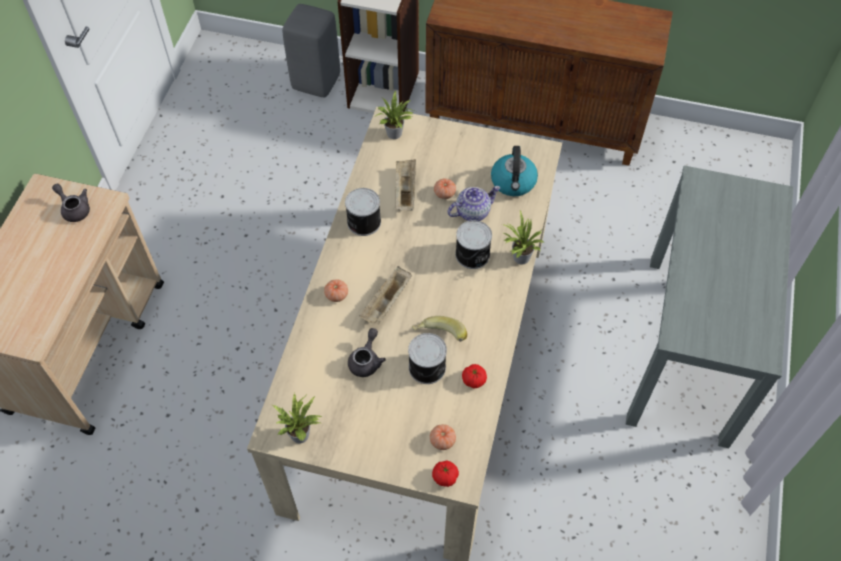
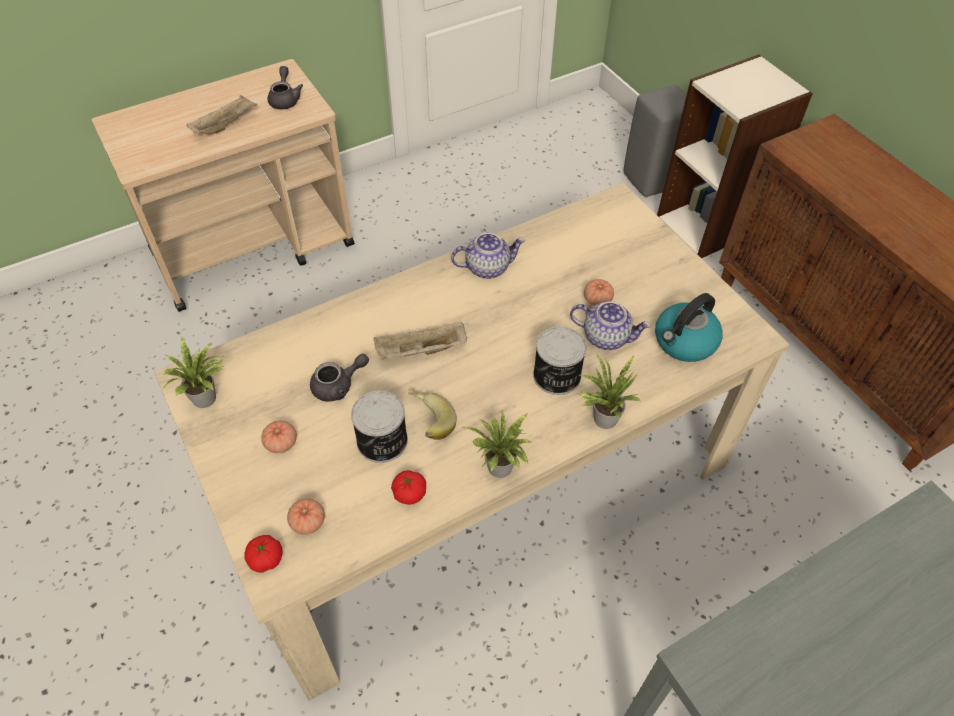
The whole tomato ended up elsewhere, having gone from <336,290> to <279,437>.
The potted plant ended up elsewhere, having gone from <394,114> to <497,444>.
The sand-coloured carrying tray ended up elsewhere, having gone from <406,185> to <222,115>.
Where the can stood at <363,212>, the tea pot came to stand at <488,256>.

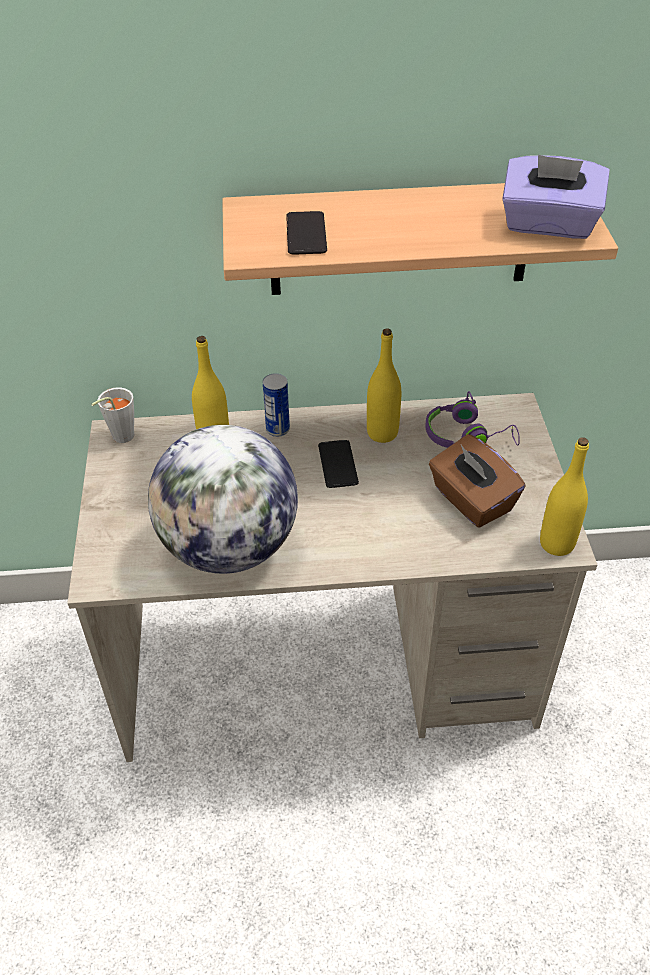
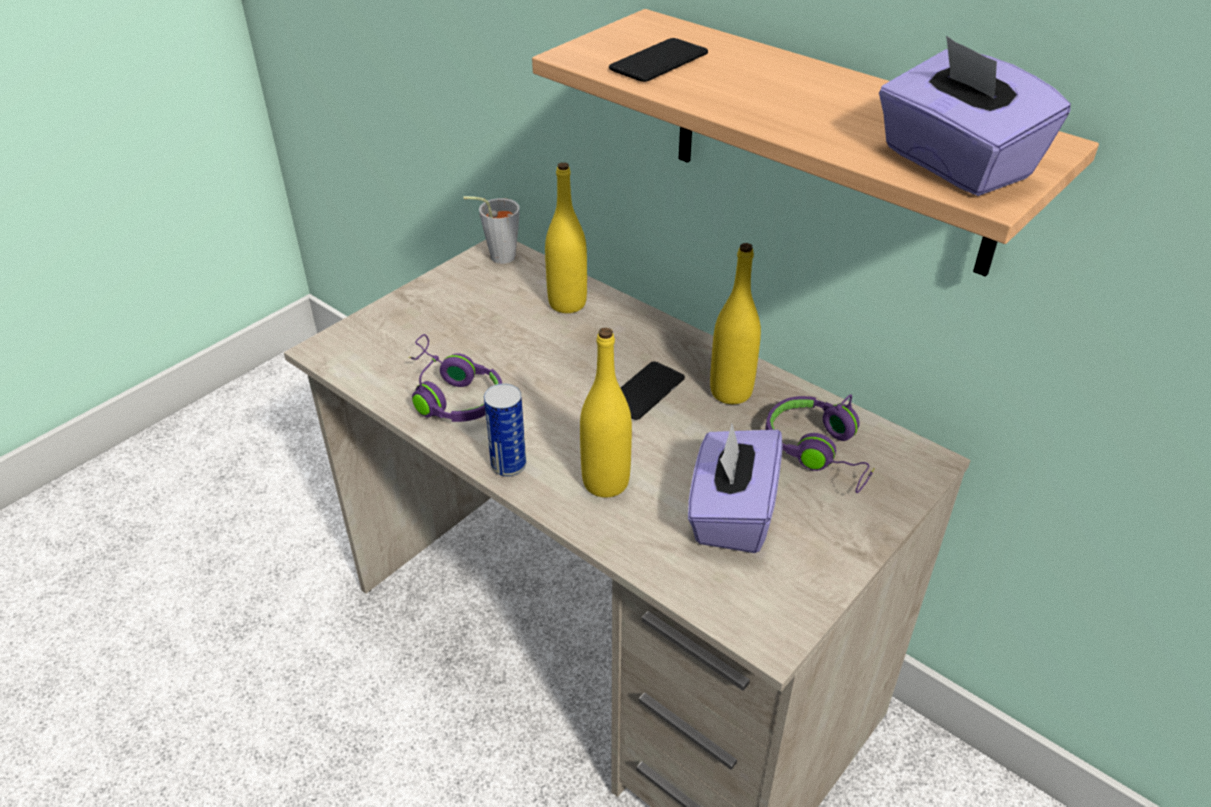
The can ended up elsewhere, having gone from <276,405> to <505,430>.
The yellow-coloured drink bottle ended up elsewhere, having gone from <564,496> to <606,413>.
Where the world globe stood at <223,499>, the purplish headphones came to stand at <455,378>.
What was the brown-coloured box of tissues at <477,481> turned into the purplish box of tissues at <735,488>.

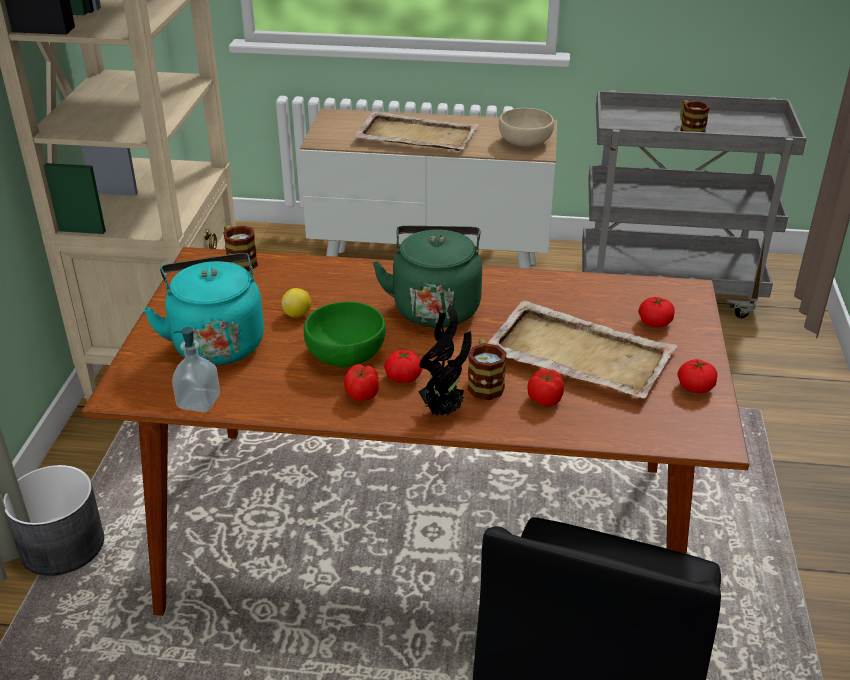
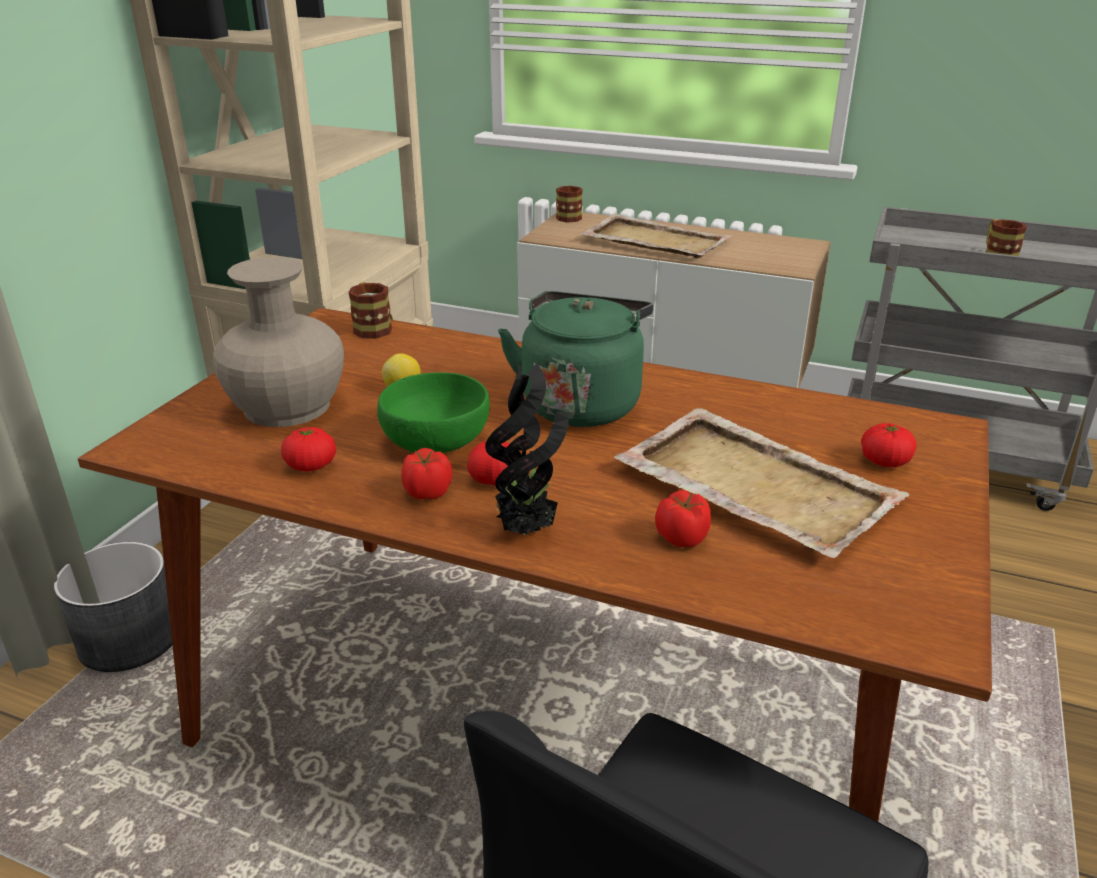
The second view lost the soap dispenser at <196,370>.
The second view lost the sand-coloured deep dish at <526,127>.
The coffee mug ended up elsewhere, having gone from <487,369> to <569,204>.
The whole tomato ended up elsewhere, having gone from <697,376> to <308,449>.
Where the turquoise-coloured tea kettle stood at <203,309>, the sand-coloured flower vase came to stand at <278,342>.

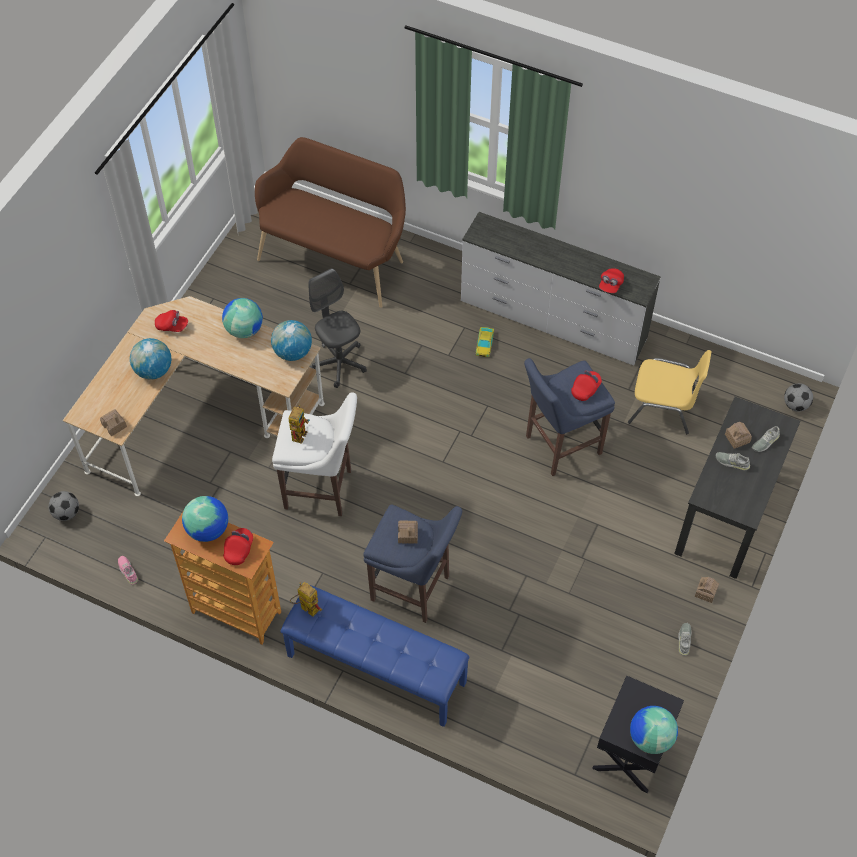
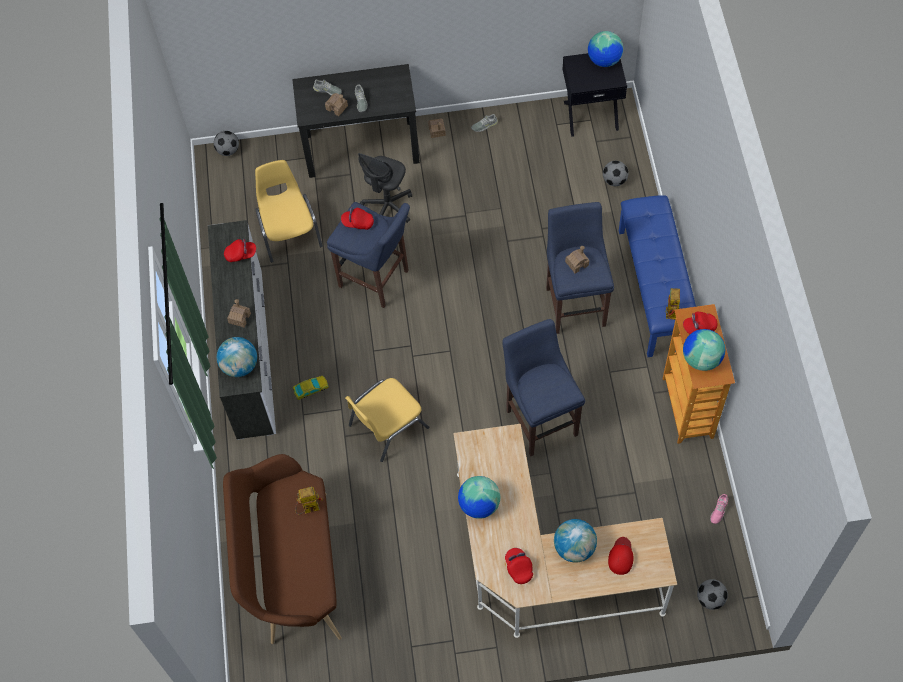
The second view gained the yellow-coloured plain chair at <387,420>.
The second view gained the football at <615,173>.
The second view gained the red baseball cap at <621,556>.
The toy house ended up elsewhere, having gone from <113,422> to <239,313>.
The world globe ended up elsewhere, having gone from <291,340> to <237,357>.
The model robot ended up elsewhere, having gone from <299,424> to <309,501>.
The grey computer chair ended up elsewhere, having gone from <337,328> to <385,188>.
What was the white sitting stool at <314,454> turned into the blue sitting stool at <543,387>.

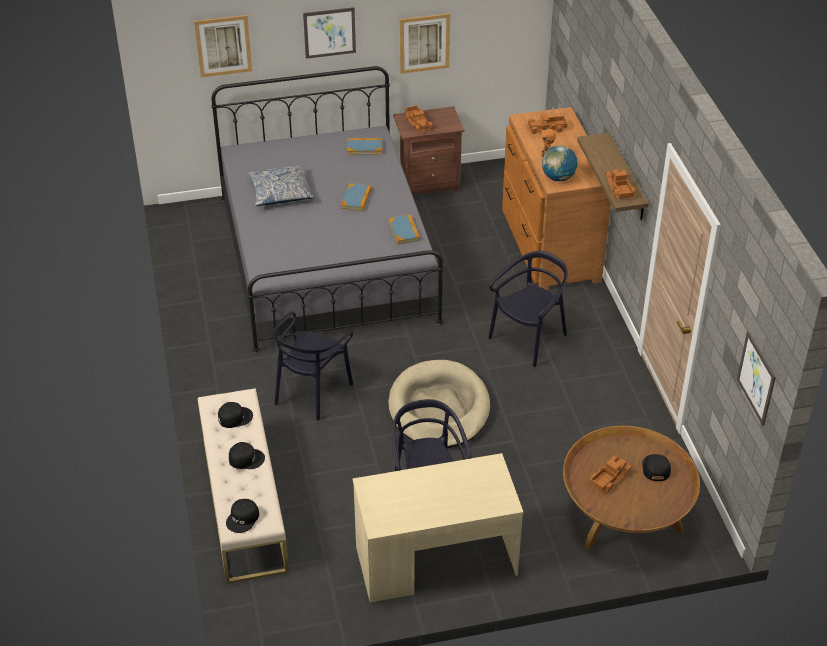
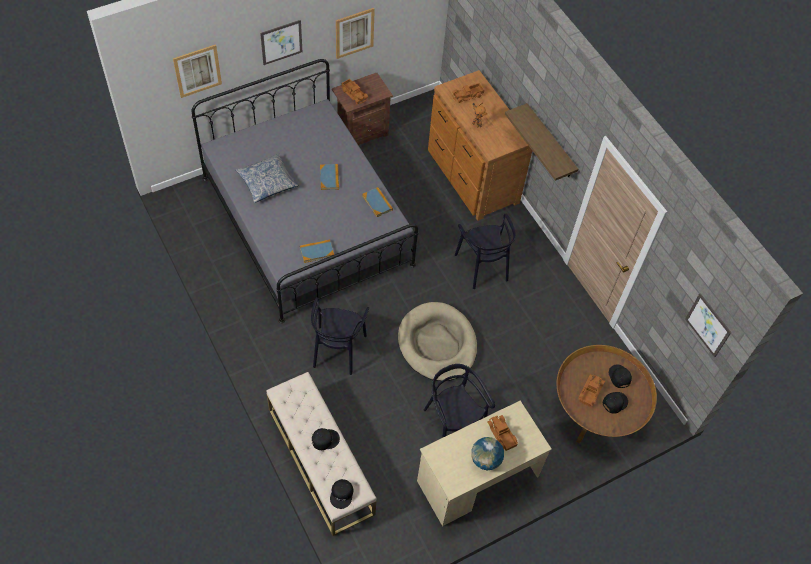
The black baseball cap ended up elsewhere, having gone from <235,415> to <615,403>.
The volume ended up elsewhere, having gone from <364,146> to <317,251>.
The world globe ended up elsewhere, having gone from <559,163> to <487,453>.
The model truck ended up elsewhere, having gone from <620,184> to <503,433>.
The black plain chair at <528,309> ended up facing another way, 135 degrees clockwise from before.

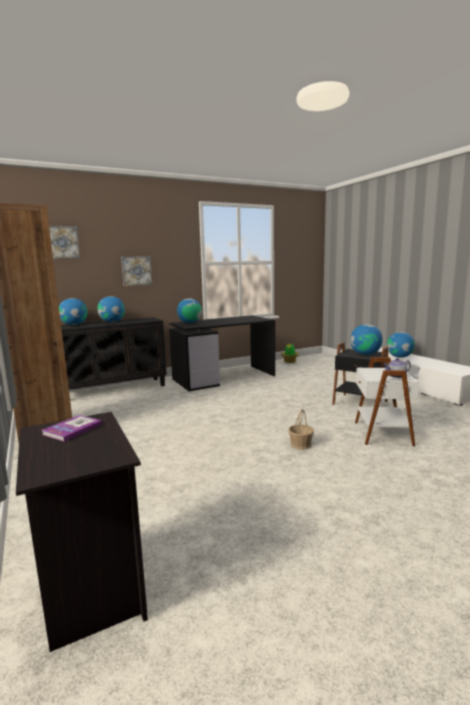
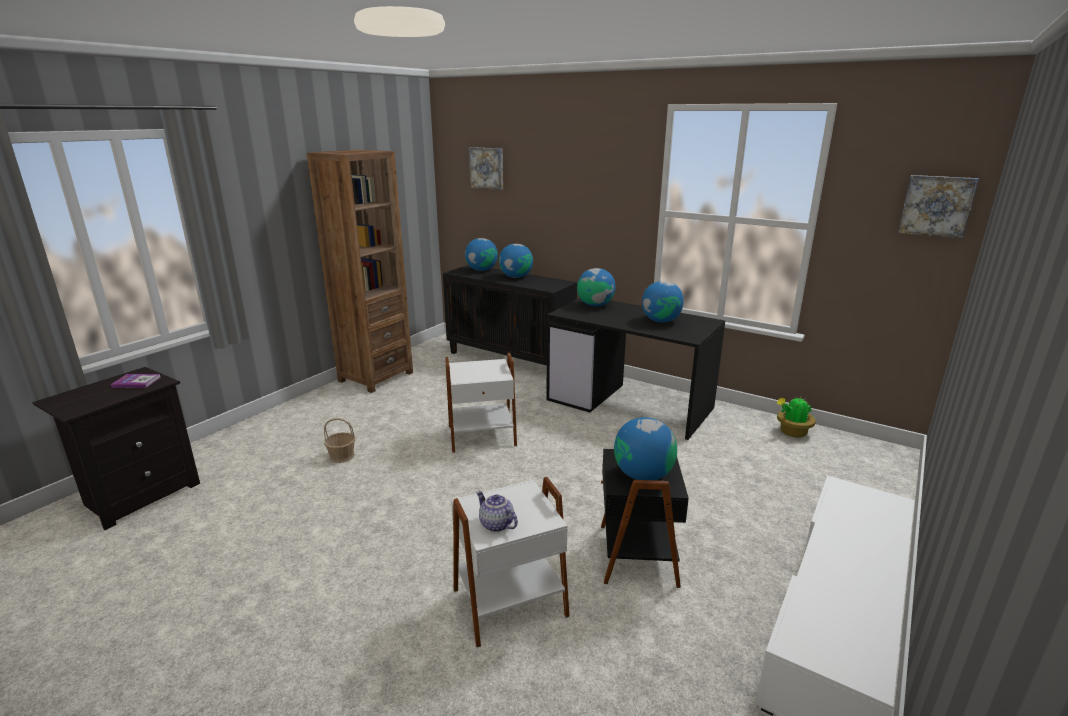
The second view gained the white accent table at <481,403>.
The wall picture ended up elsewhere, having gone from <136,271> to <938,207>.
The basket ended up elsewhere, having gone from <301,429> to <339,440>.
The world globe ended up elsewhere, having gone from <401,345> to <663,301>.

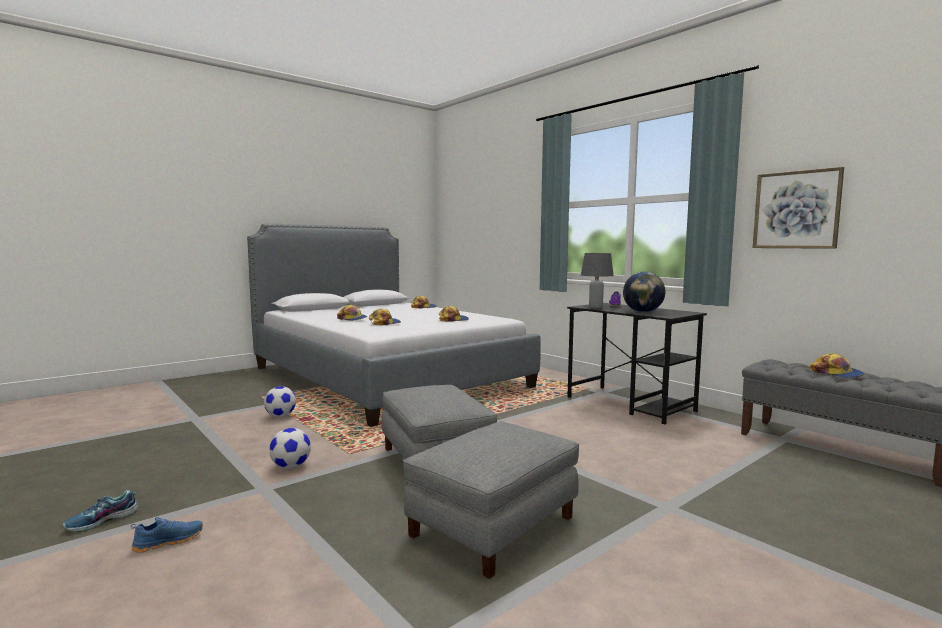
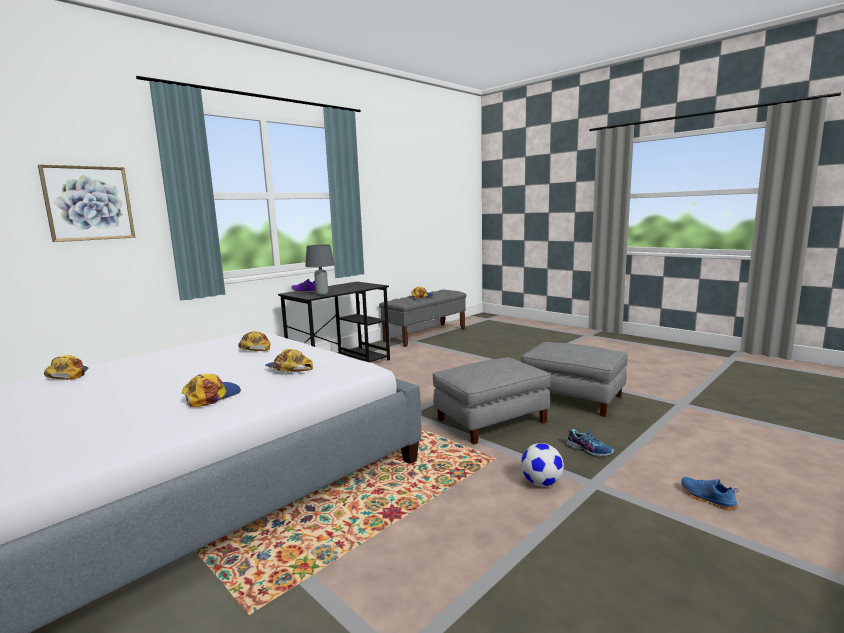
The second view lost the football at <280,401>.
The second view lost the world globe at <644,292>.
The shoe ended up elsewhere, having gone from <100,511> to <590,443>.
The wall picture ended up elsewhere, having gone from <798,208> to <86,203>.

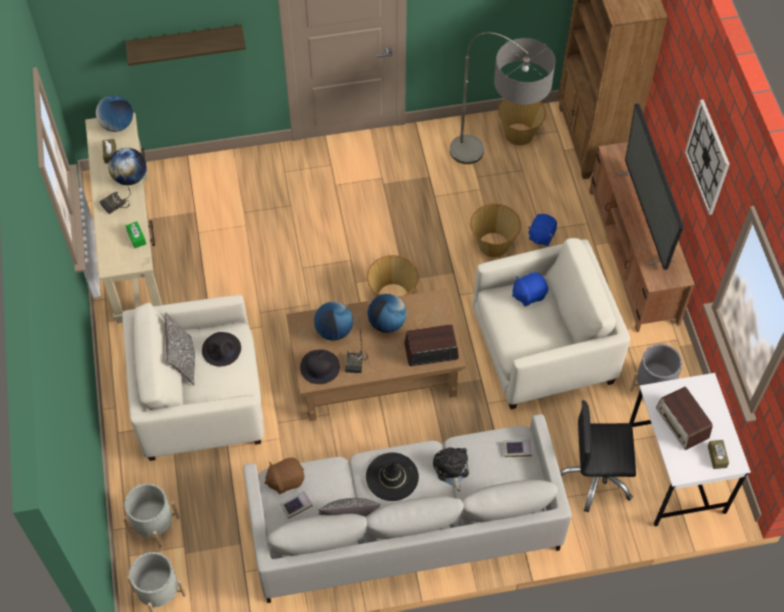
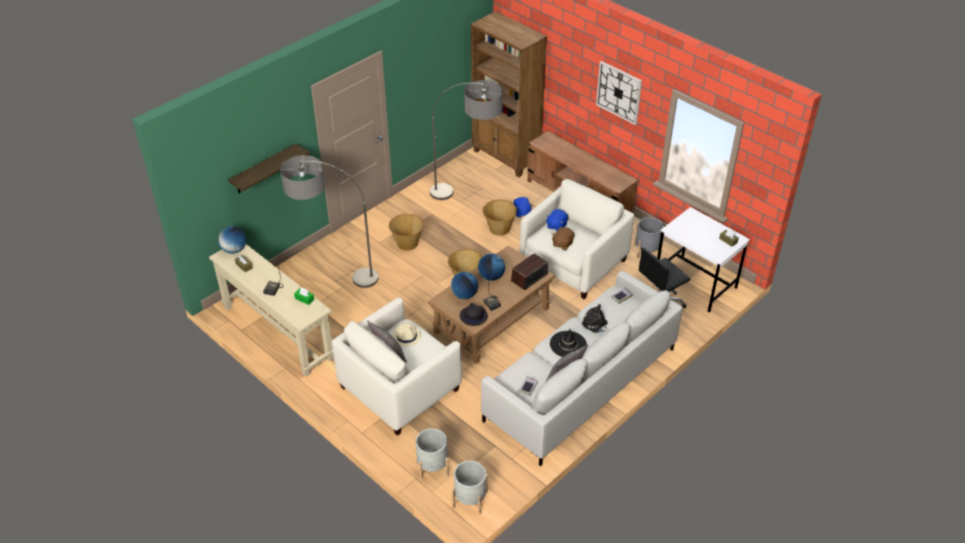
The second view lost the world globe at <127,166>.
The second view lost the TV at <650,186>.
The second view lost the radio receiver at <684,418>.
The second view gained the floor lamp at <329,221>.
The brown-coloured cuddly toy ended up elsewhere, having gone from <284,476> to <563,238>.
The basket ended up elsewhere, having gone from <522,122> to <406,232>.
What was the black clothing hat at <221,349> turned into the sand-coloured clothing hat at <406,334>.

